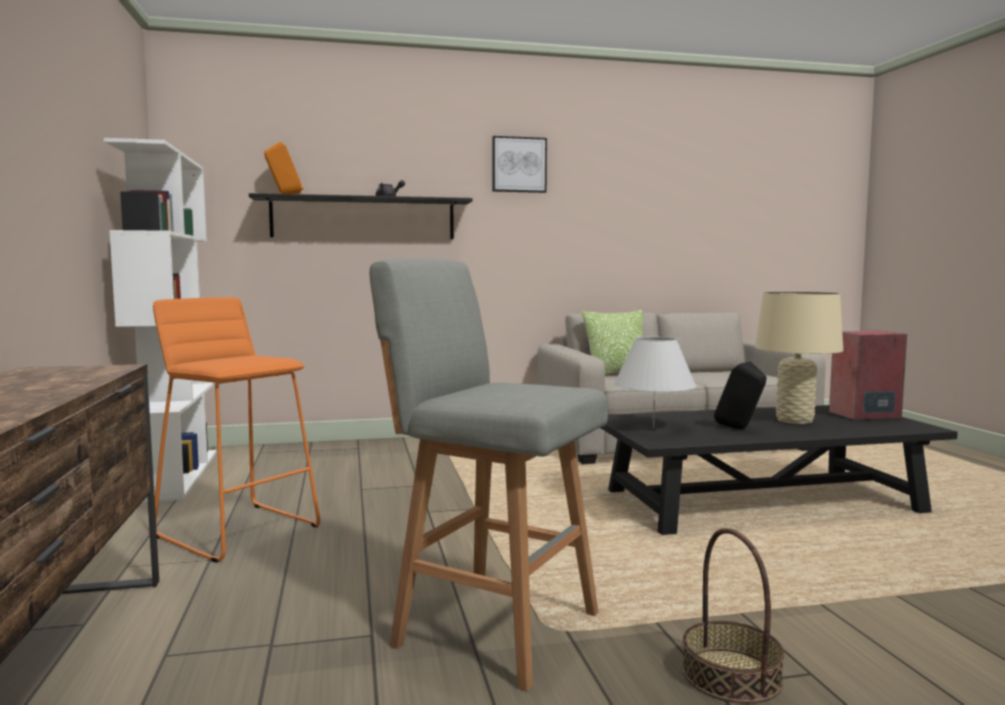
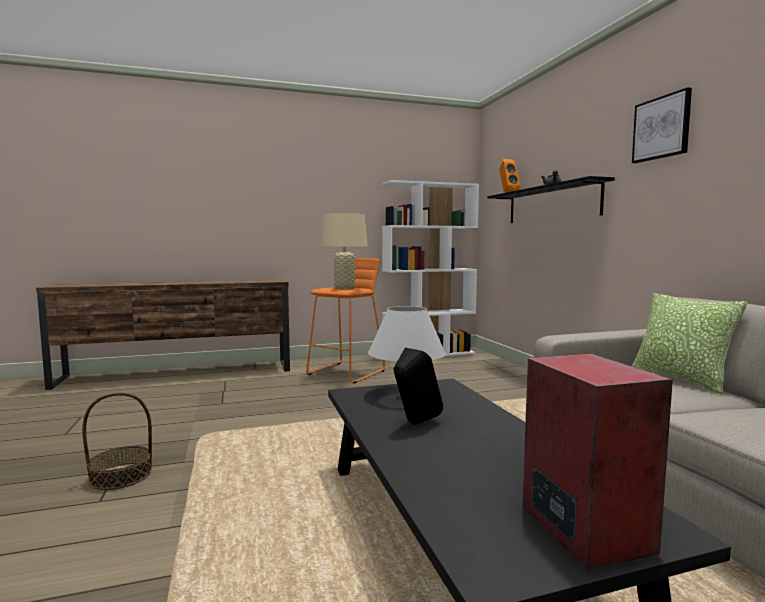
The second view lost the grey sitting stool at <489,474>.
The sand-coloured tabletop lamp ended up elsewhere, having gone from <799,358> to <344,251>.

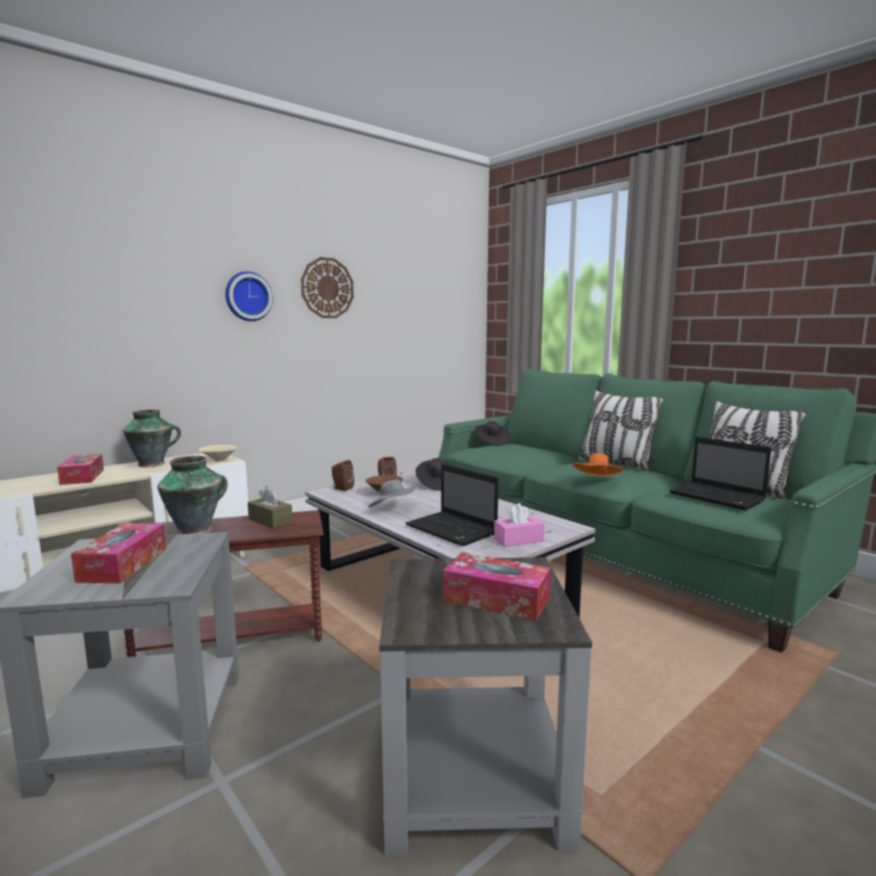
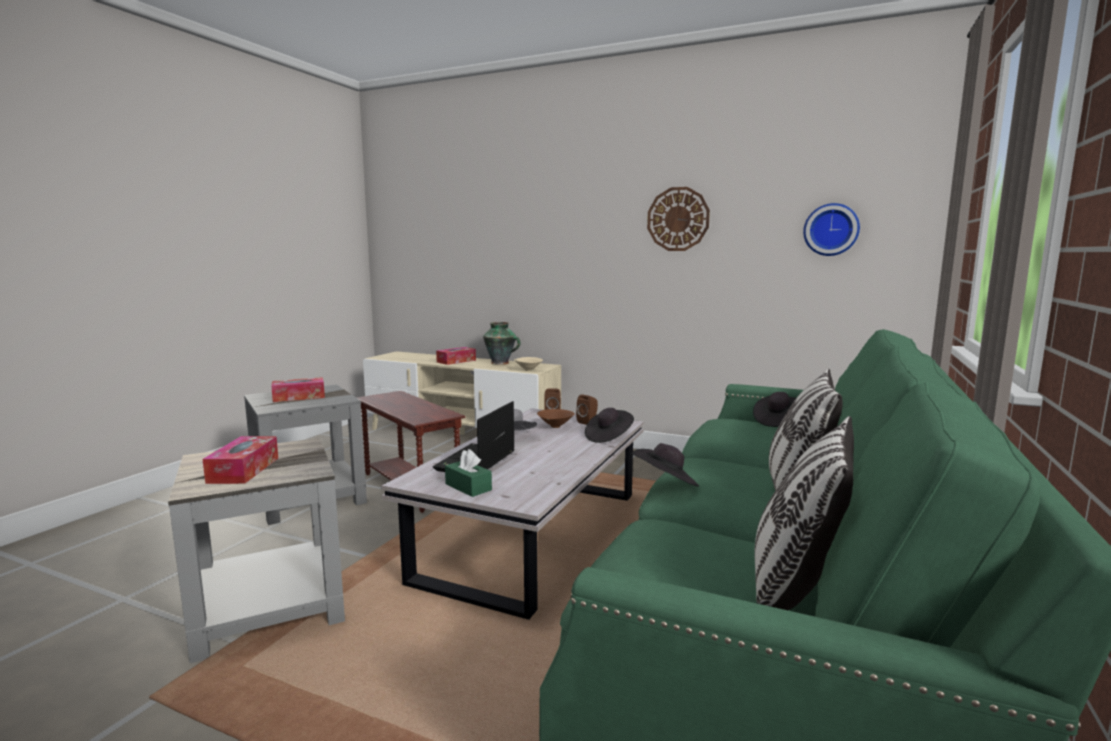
The second view lost the flower vase at <192,495>.
The second view lost the brown-coloured box of tissues at <270,507>.
The second view lost the portable computer at <720,473>.
The clock on the wall ended up elsewhere, having gone from <249,296> to <831,229>.
What was the pinkish box of tissues at <519,525> turned into the green box of tissues at <468,473>.
What was the orange clothing hat at <598,464> turned into the black clothing hat at <665,465>.

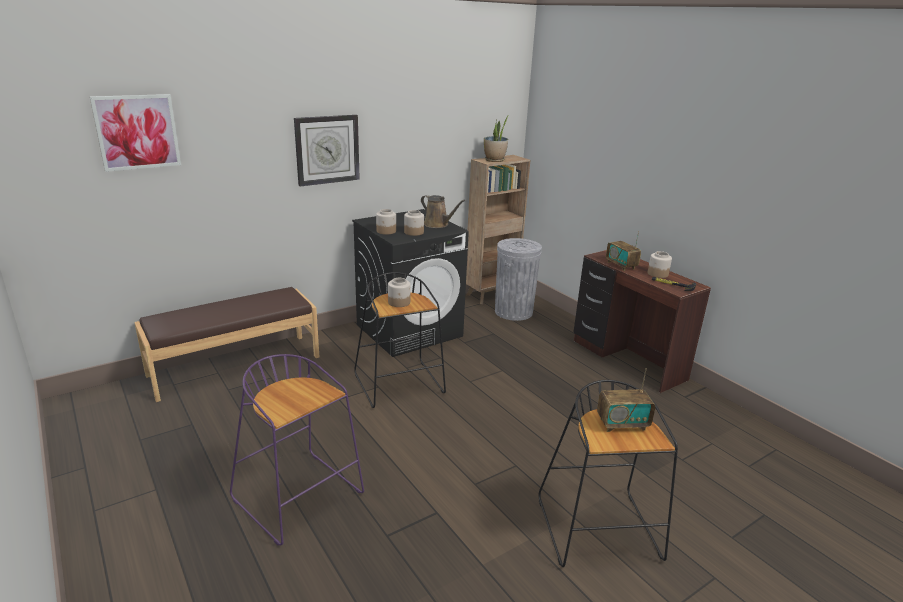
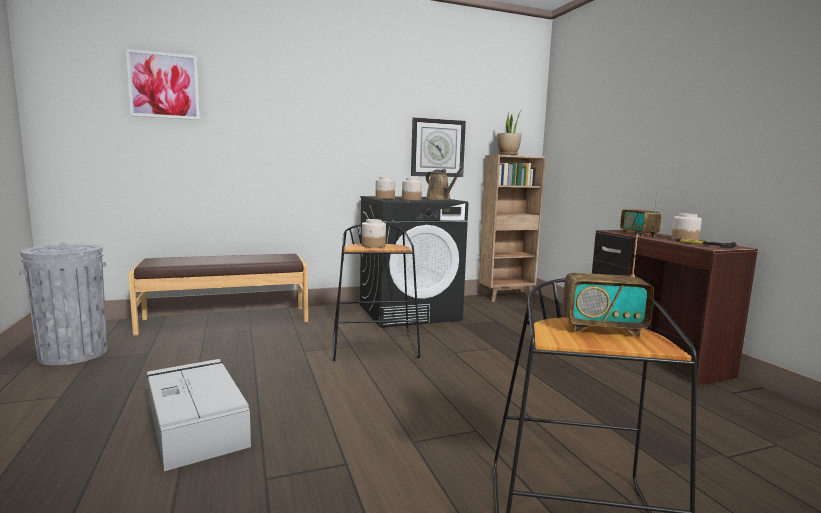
The clock on the wall ended up elsewhere, having gone from <327,150> to <438,147>.
The grey waste bin ended up elsewhere, having gone from <518,279> to <63,303>.
Where the purplish sitting stool stood at <297,450>, the grey storage container came to stand at <199,415>.

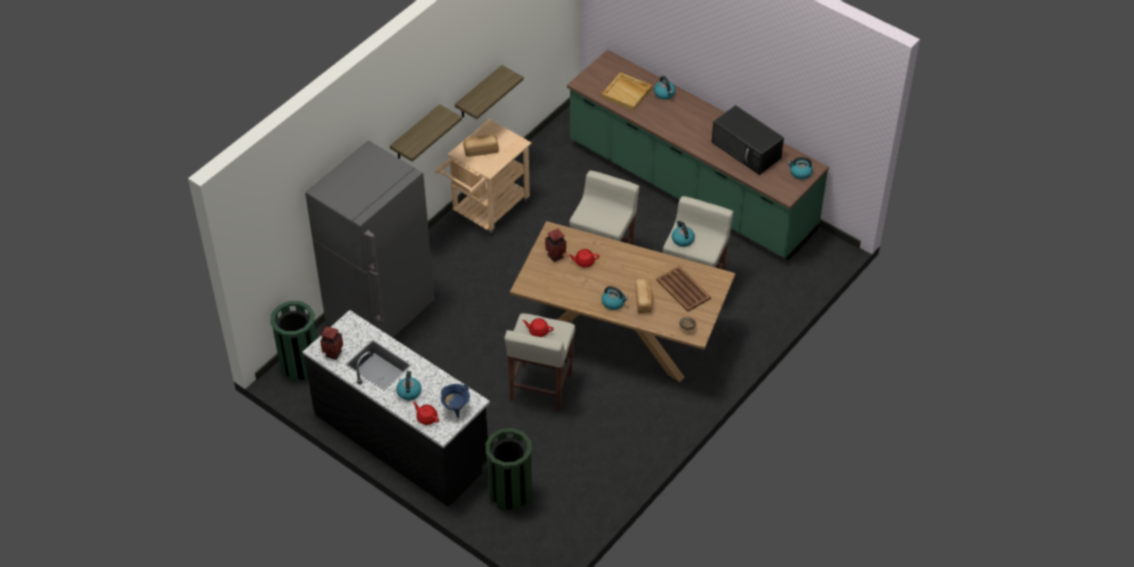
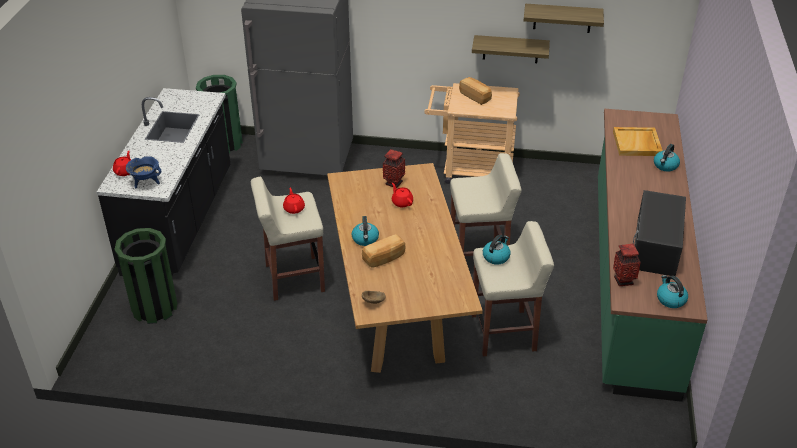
The second view lost the tea kettle at <409,385>.
The second view lost the brown-coloured carrying tray at <683,289>.
The flower vase ended up elsewhere, having gone from <331,343> to <627,265>.
The bracket shelf ended up elsewhere, having gone from <426,133> to <564,18>.

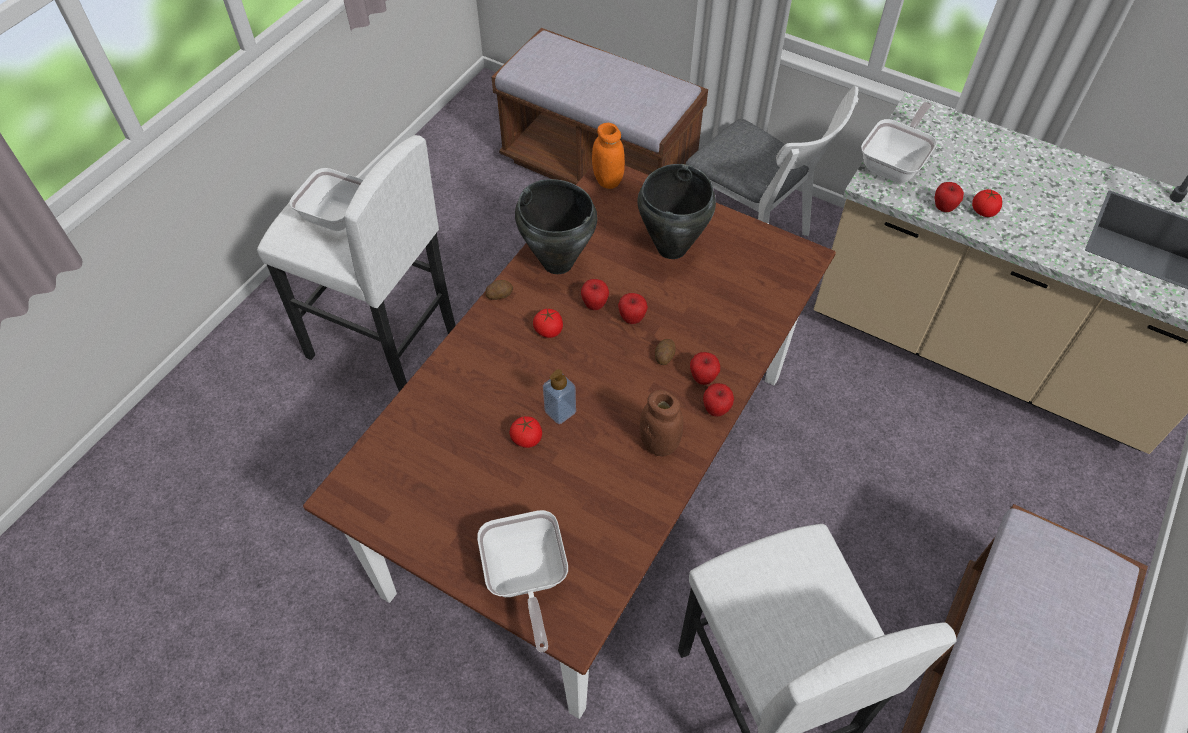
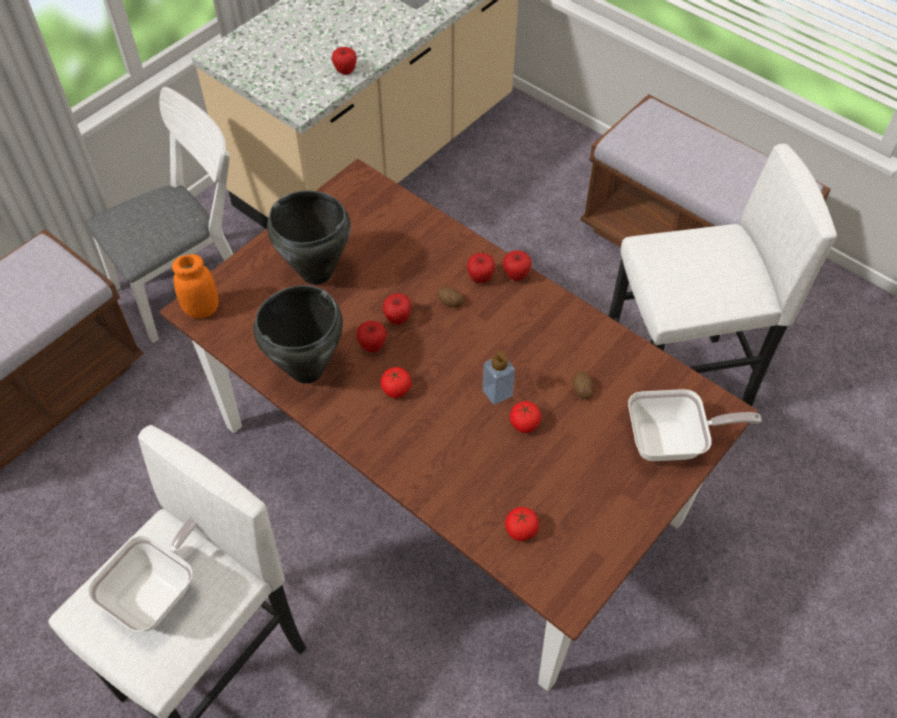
The second view lost the brown-coloured jar at <661,423>.
The second view lost the frying pan at <899,142>.
The potato ended up elsewhere, having gone from <499,290> to <582,385>.
The whole tomato ended up elsewhere, having gone from <987,203> to <522,524>.

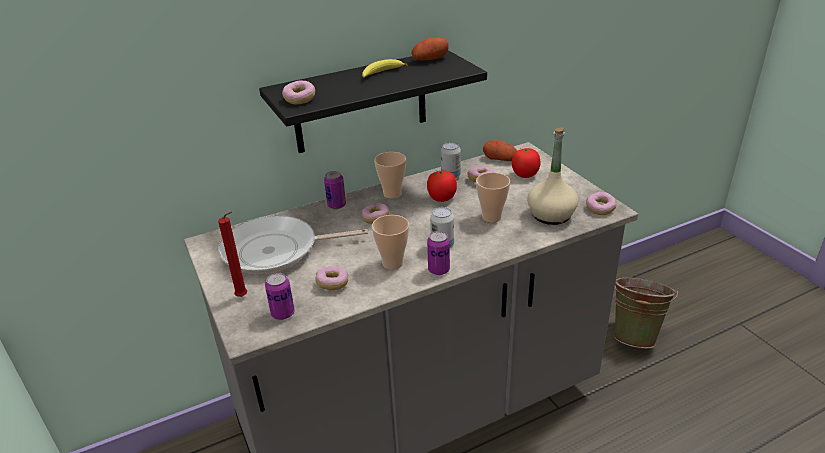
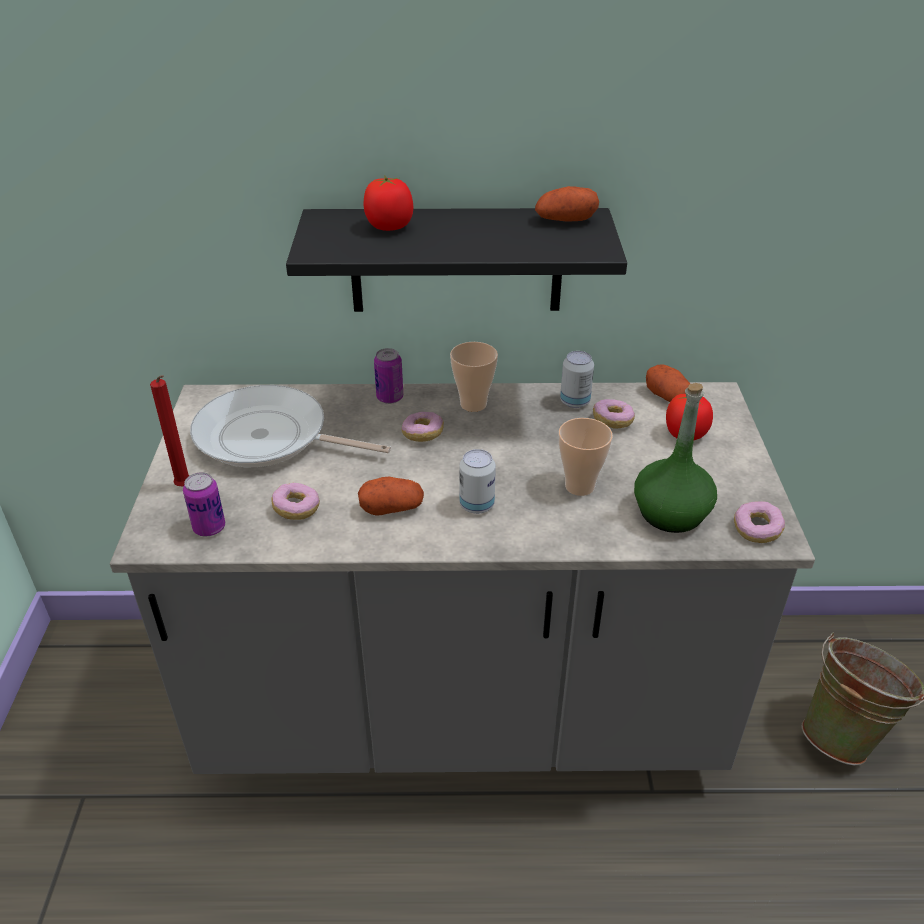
The second view lost the donut at <298,93>.
The second view lost the banana at <385,68>.
The second view lost the can at <438,253>.
The whole tomato ended up elsewhere, having gone from <442,185> to <389,203>.
Where the cup stood at <390,242>, the potato came to stand at <391,495>.
What was the sand-coloured drink bottle at <552,176> turned into the green drink bottle at <675,458>.

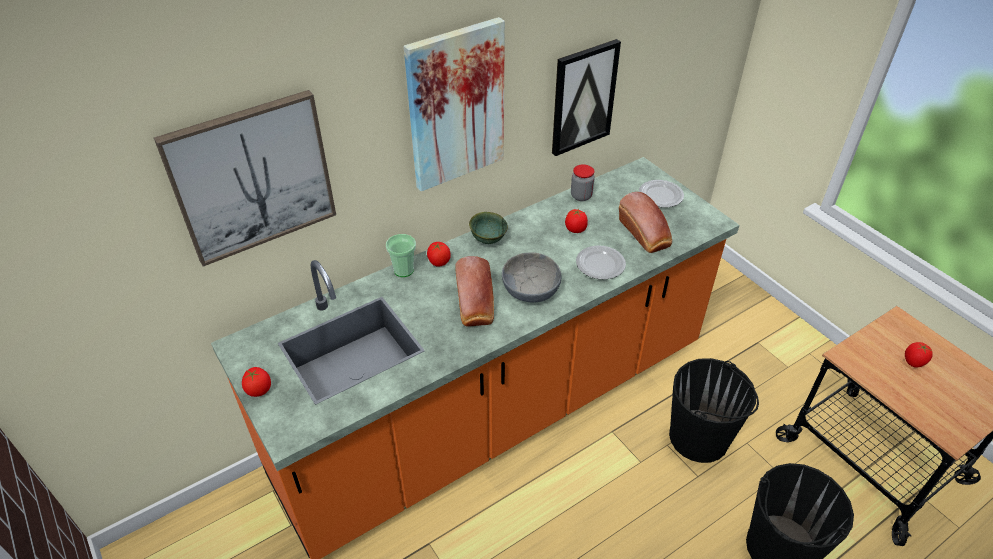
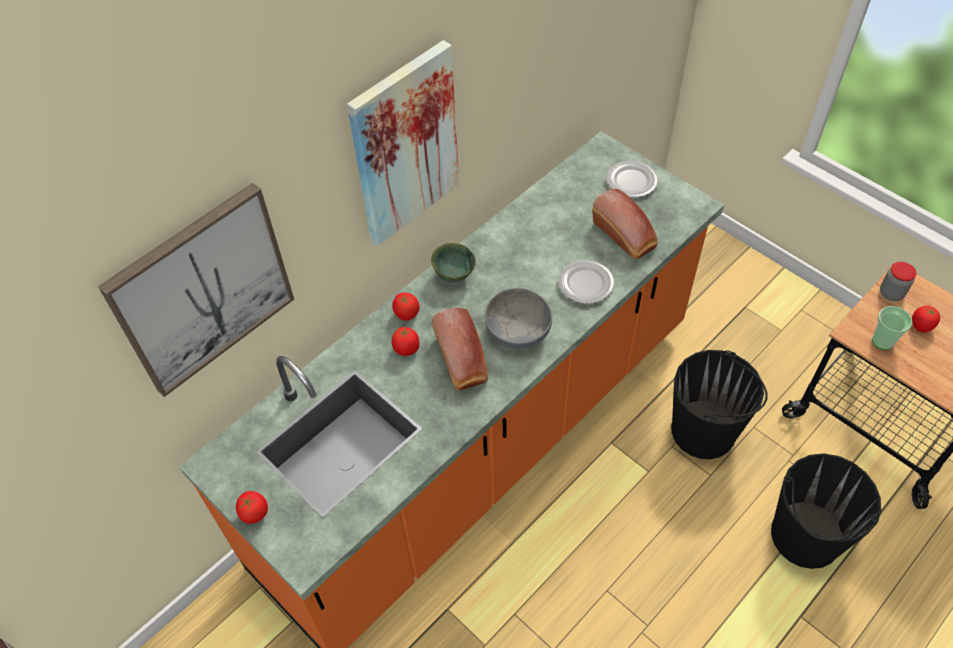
The second view lost the wall picture at <586,97>.
The cup ended up elsewhere, having gone from <401,255> to <892,328>.
The whole tomato ended up elsewhere, having gone from <576,221> to <405,341>.
The jar ended up elsewhere, having gone from <583,182> to <898,281>.

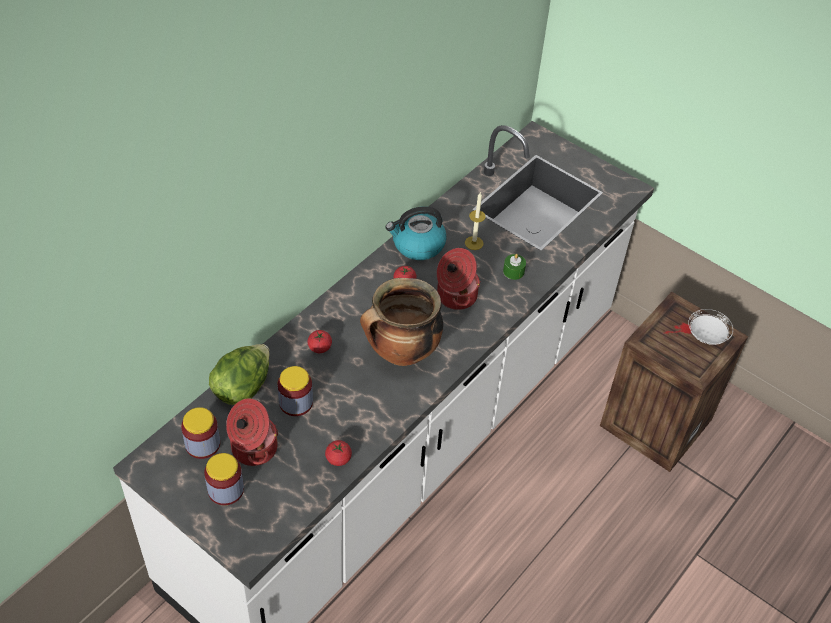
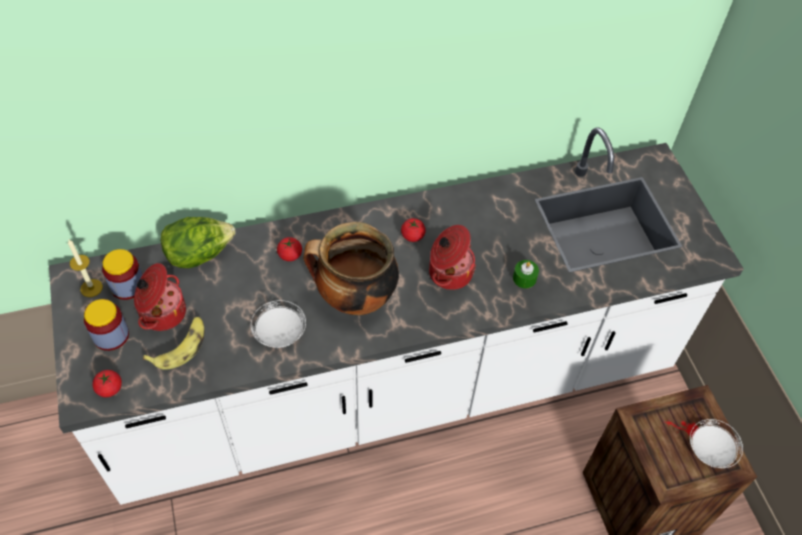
The second view lost the jar at <295,391>.
The second view lost the tea kettle at <416,233>.
The second view gained the banana at <174,343>.
The second view gained the white dinner plate at <278,324>.
The whole tomato ended up elsewhere, having gone from <338,453> to <107,383>.
The wax candle ended up elsewhere, having gone from <475,221> to <85,268>.

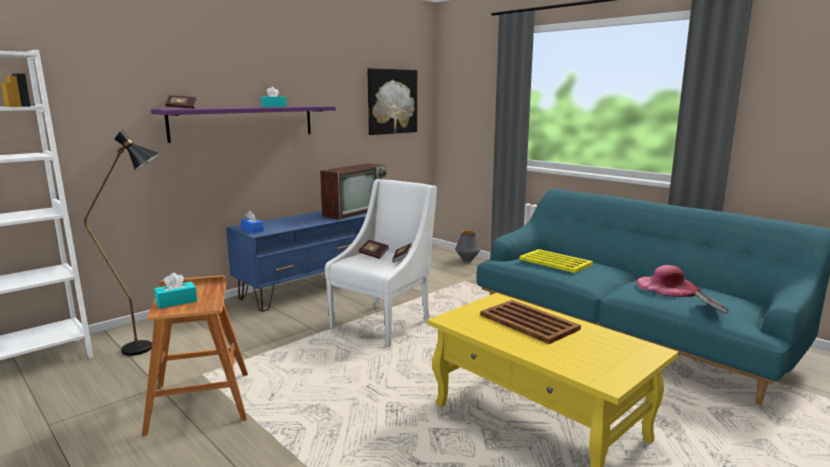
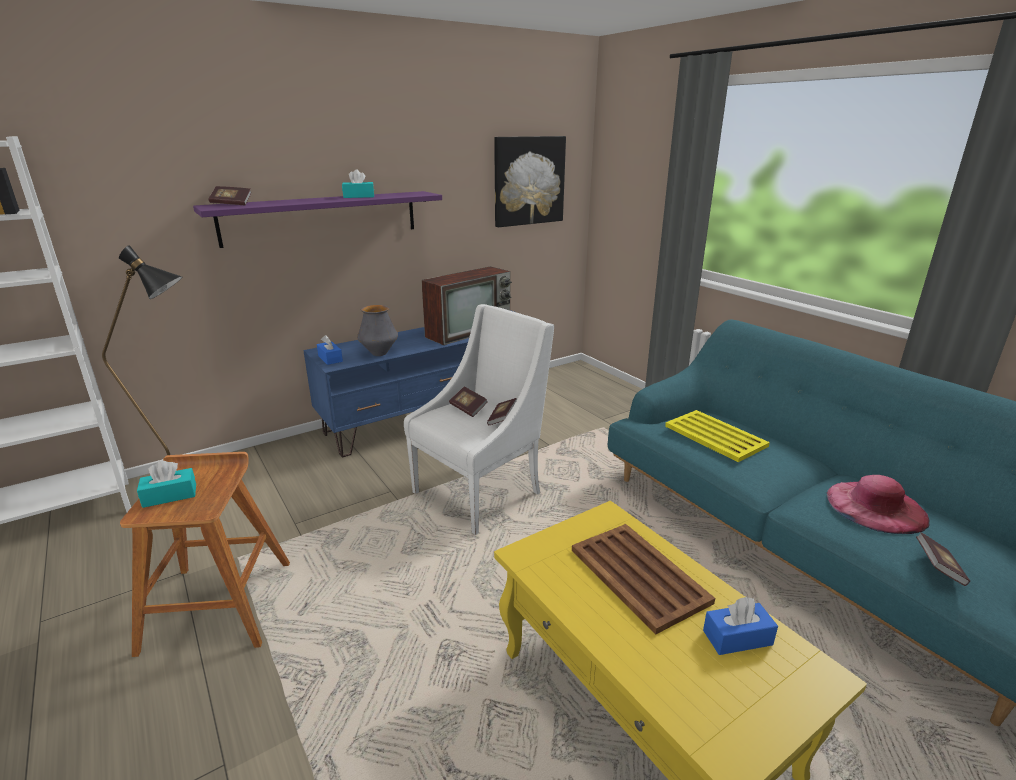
The second view gained the blue box of tissues at <740,626>.
The flower vase ended up elsewhere, having gone from <467,246> to <377,330>.

